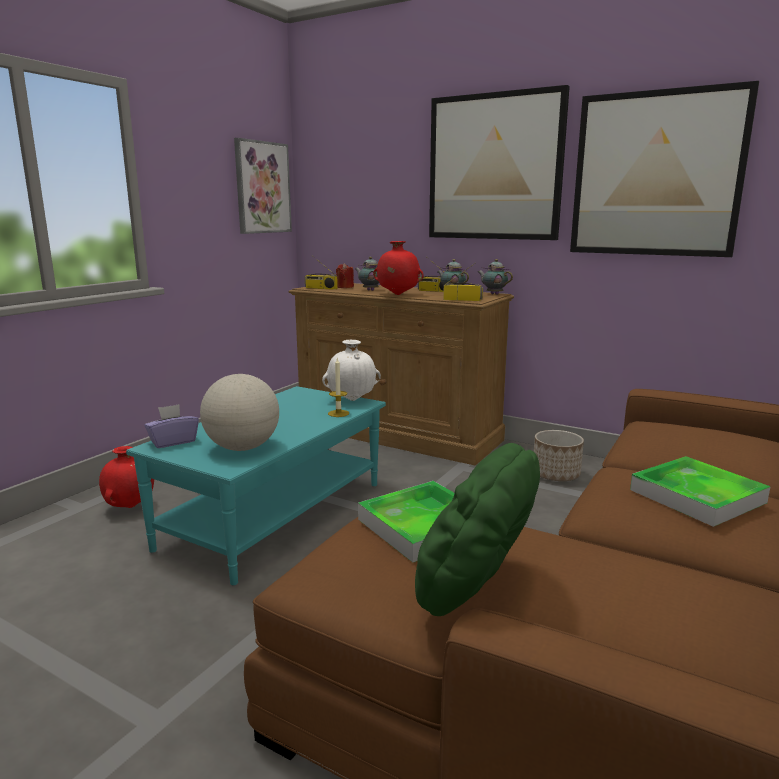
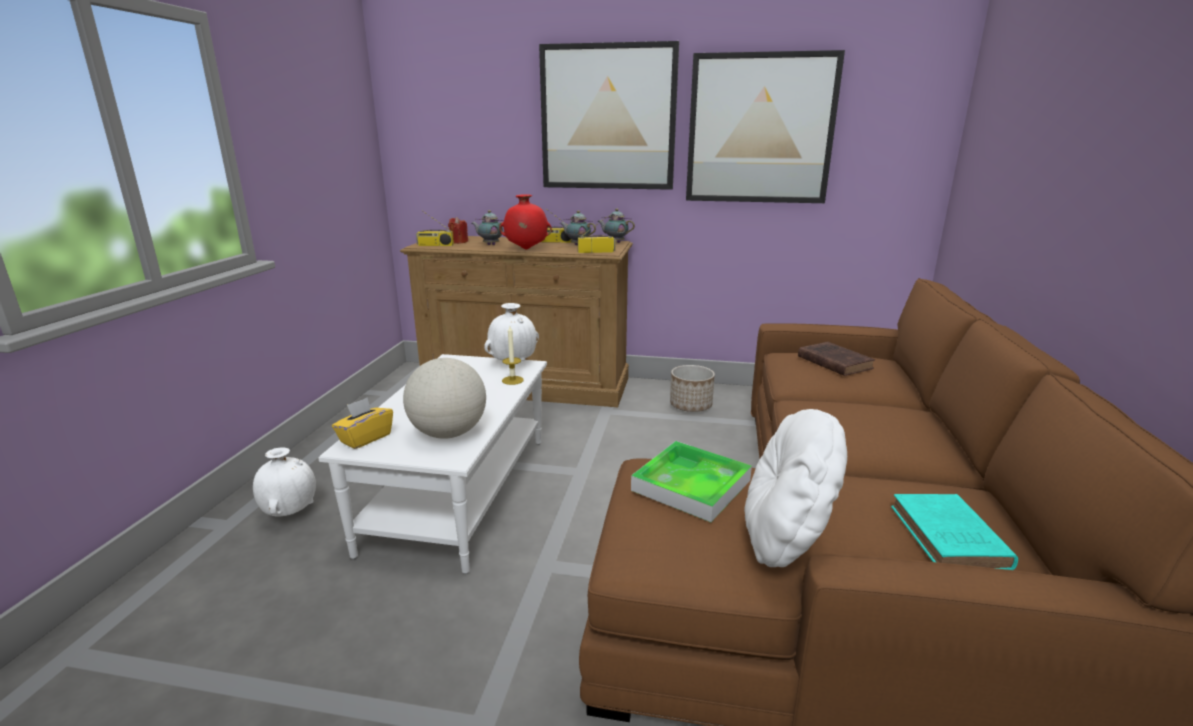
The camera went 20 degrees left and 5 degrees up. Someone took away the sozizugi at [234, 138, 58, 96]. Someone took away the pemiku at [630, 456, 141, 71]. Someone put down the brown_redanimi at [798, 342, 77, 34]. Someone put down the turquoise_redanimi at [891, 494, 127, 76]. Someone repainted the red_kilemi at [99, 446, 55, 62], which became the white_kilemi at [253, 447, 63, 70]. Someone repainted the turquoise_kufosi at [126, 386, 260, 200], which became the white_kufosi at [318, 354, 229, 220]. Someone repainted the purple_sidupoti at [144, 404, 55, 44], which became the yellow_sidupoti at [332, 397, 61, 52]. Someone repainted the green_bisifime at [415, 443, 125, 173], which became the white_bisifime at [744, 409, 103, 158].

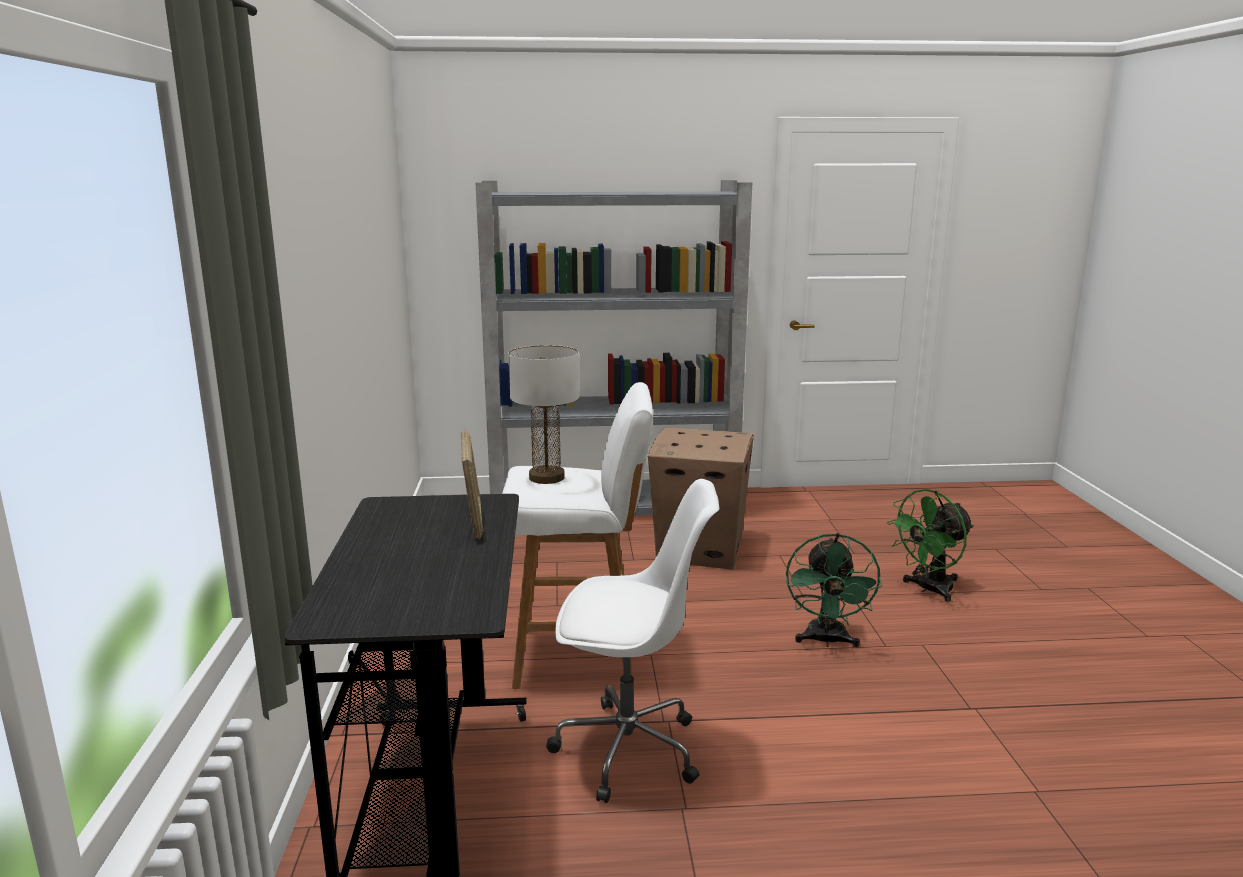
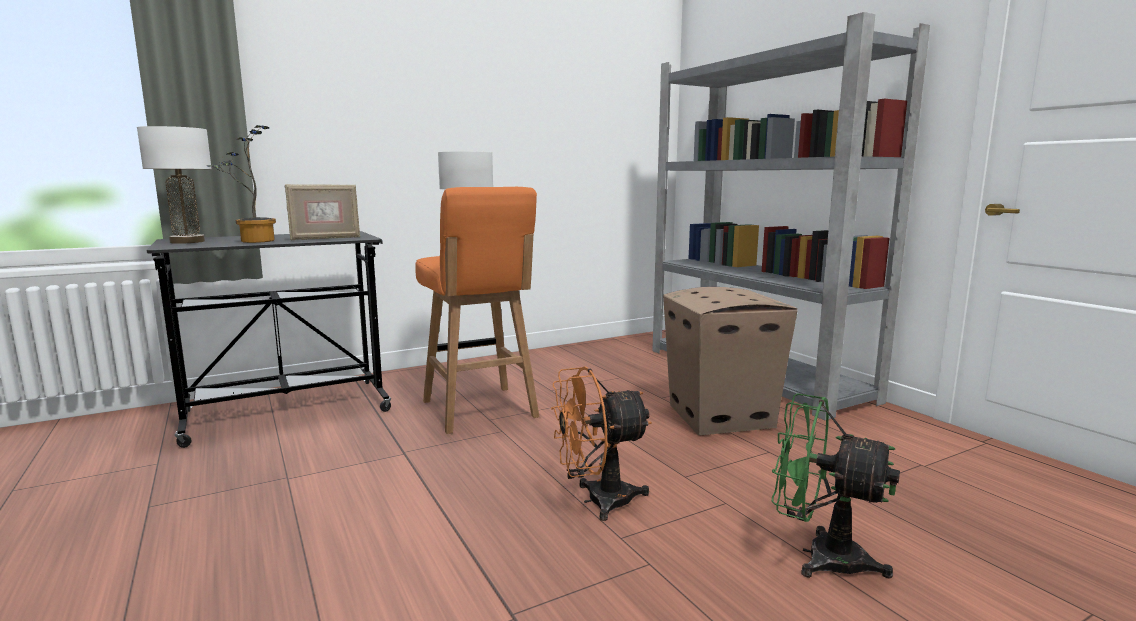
The camera went 65 degrees right and 5 degrees down. Someone took away the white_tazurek at [546, 479, 173, 324]. Someone put down the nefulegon at [137, 126, 75, 118]. Someone put down the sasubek at [207, 125, 69, 118]. Someone repainted the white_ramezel at [502, 382, 151, 307], which became the orange_ramezel at [415, 187, 125, 247]. Someone repainted the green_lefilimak at [786, 533, 96, 114], which became the orange_lefilimak at [551, 366, 101, 155].

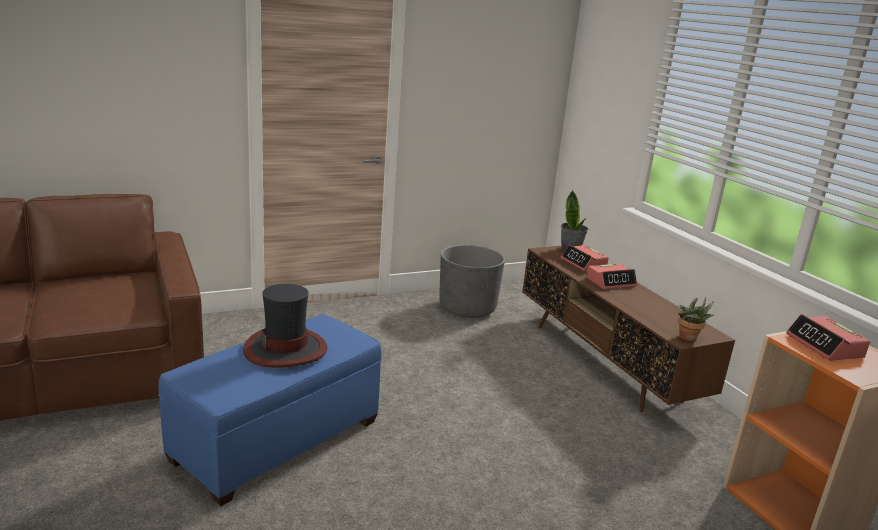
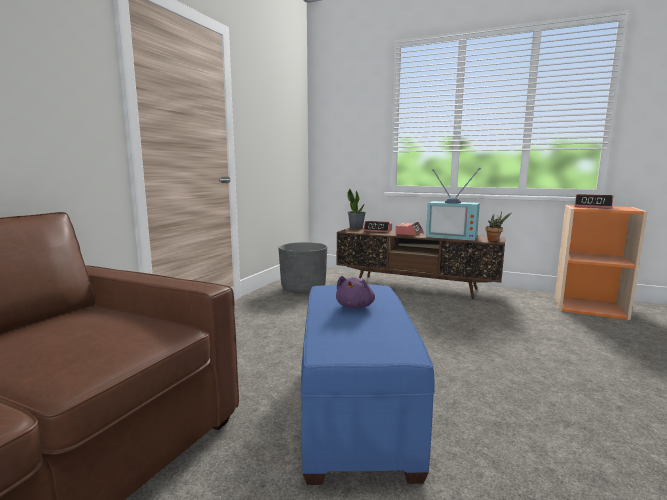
The camera went 40 degrees left and 10 degrees down. Someone put down the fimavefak at [426, 167, 55, 74]. Someone swapped the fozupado at [243, 284, 84, 84] for the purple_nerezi at [336, 276, 39, 33].

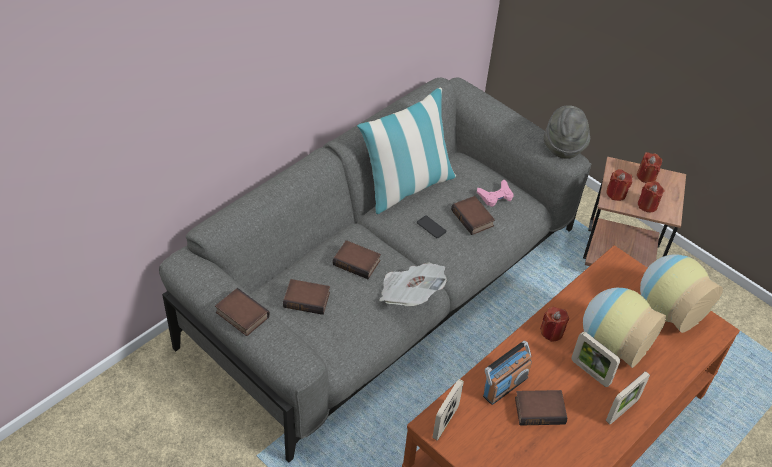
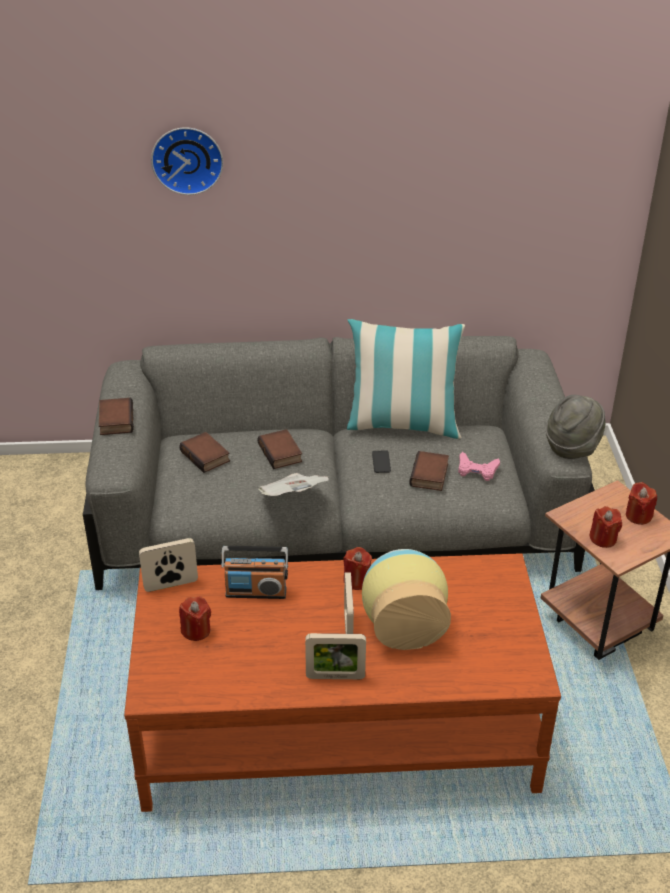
The camera went 45 degrees right and 10 degrees down. Someone took away the redanimi at [515, 390, 52, 36]. Someone took away the kilemi at [640, 254, 83, 79]. Someone put up the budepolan at [151, 127, 72, 68]. Someone carried the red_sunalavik from [606, 169, 26, 32] to [179, 596, 32, 45].

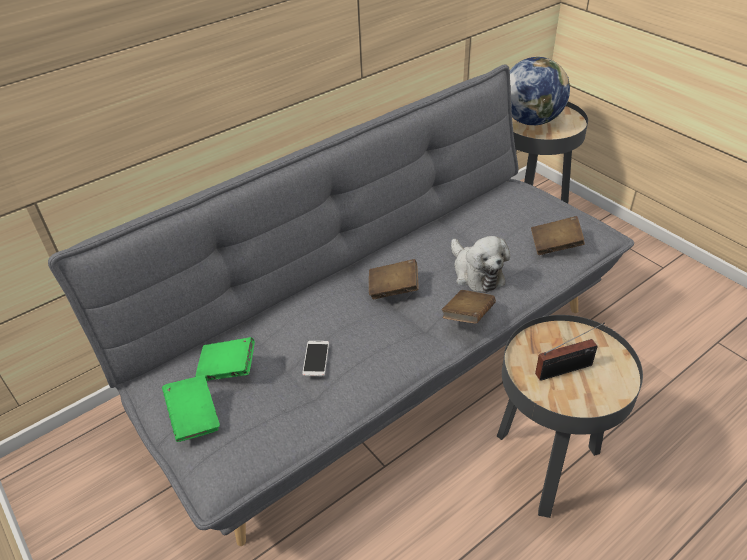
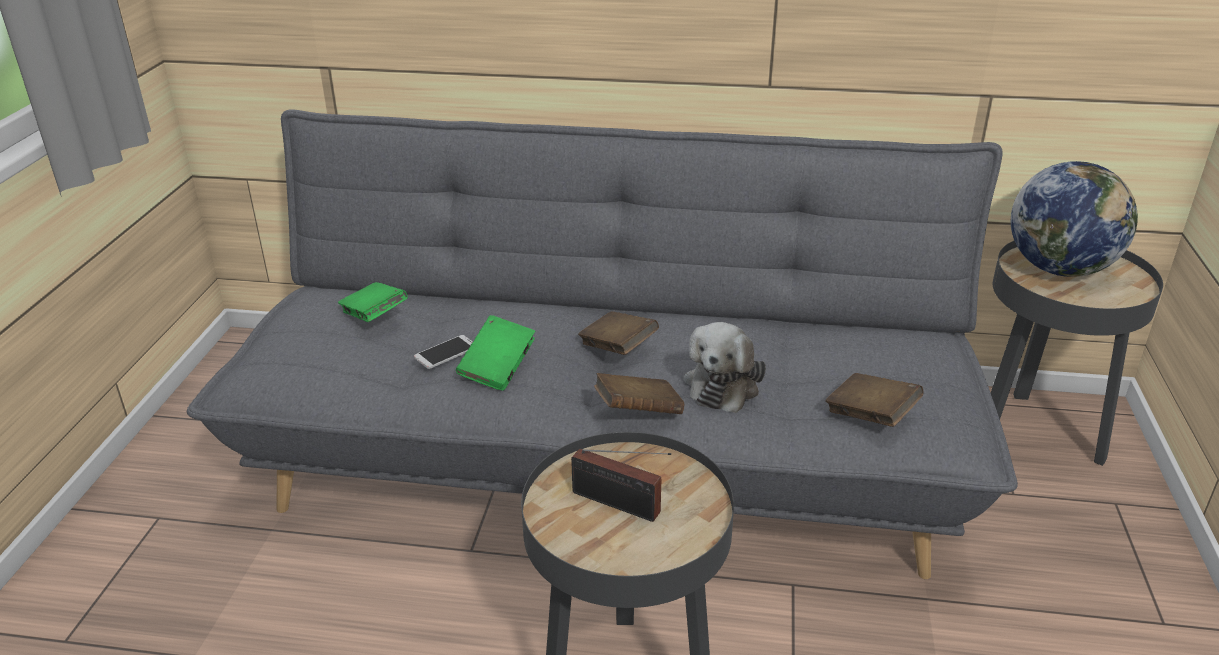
The camera went 45 degrees right and 10 degrees down. Someone carried the green_redanimi from [162, 375, 58, 67] to [456, 315, 79, 76].

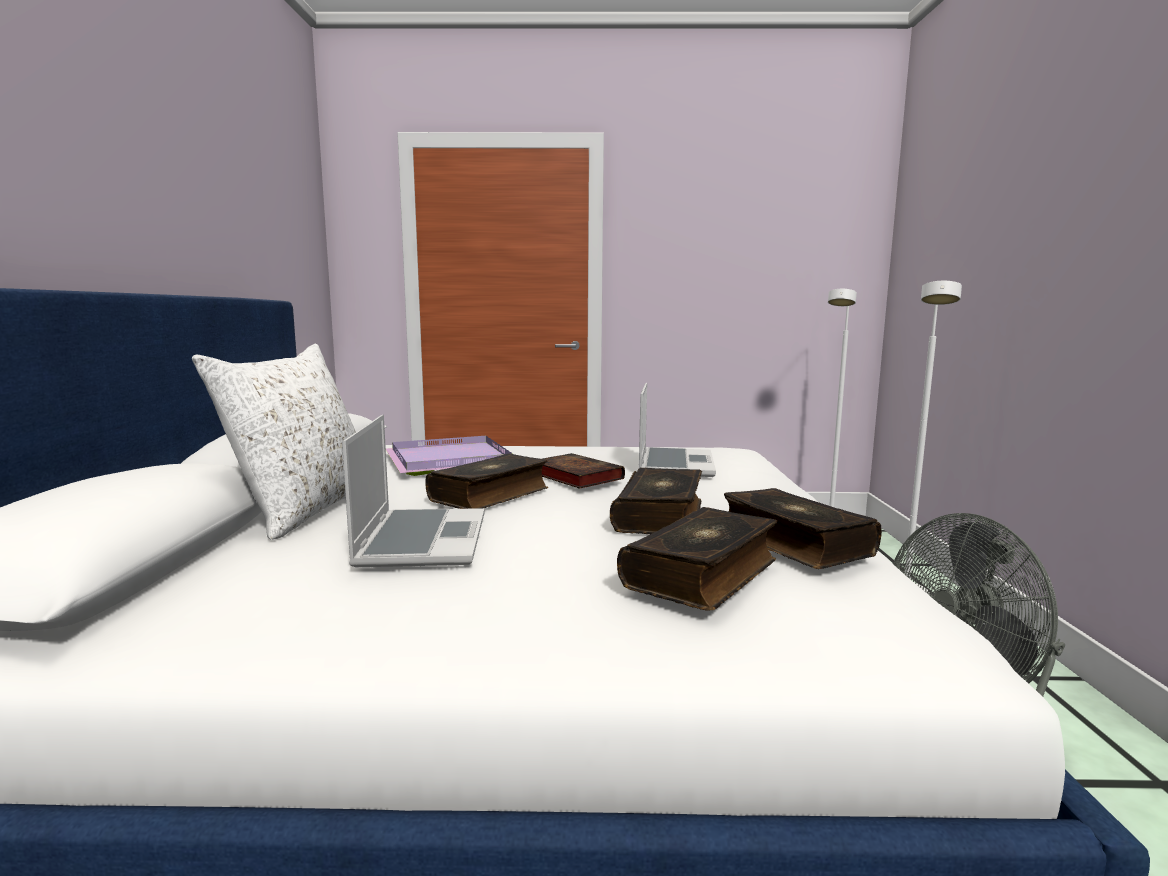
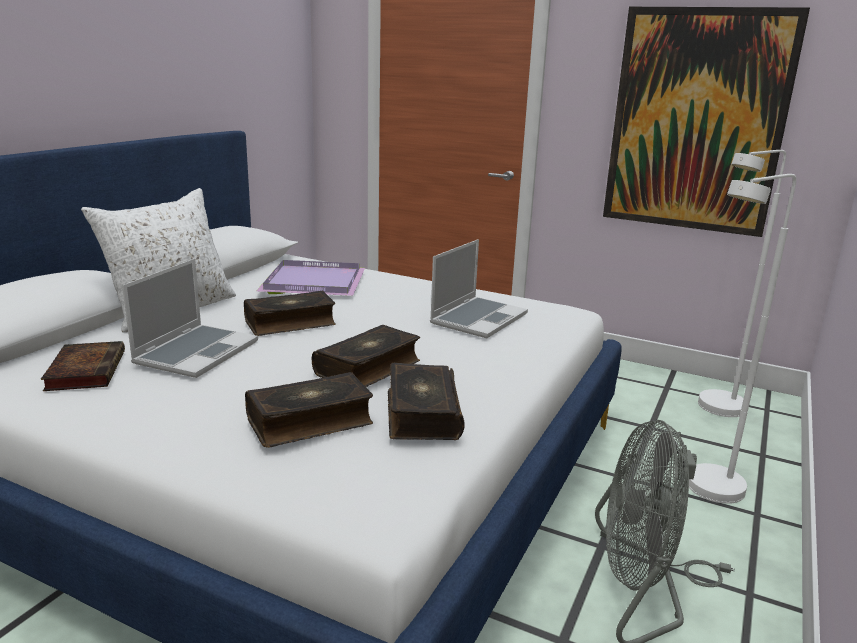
The camera went 25 degrees right and 10 degrees up. Someone put up the sozizugi at [603, 7, 207, 230]. Someone carried the redanimi from [542, 453, 83, 36] to [41, 341, 84, 50].

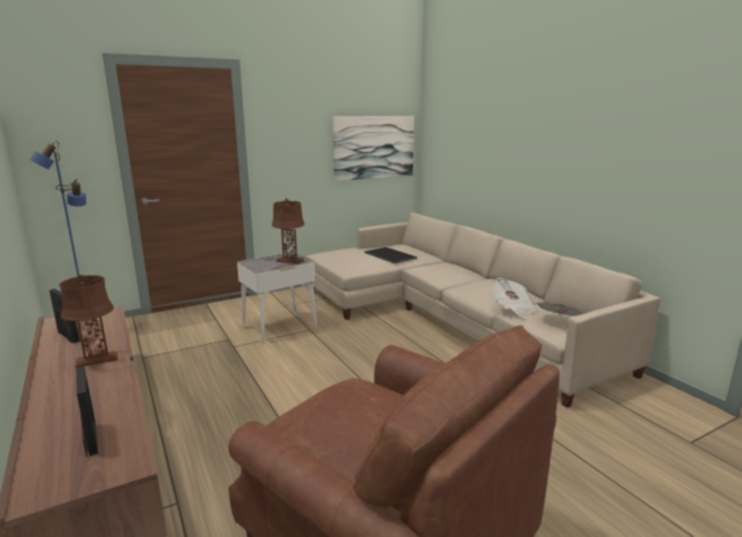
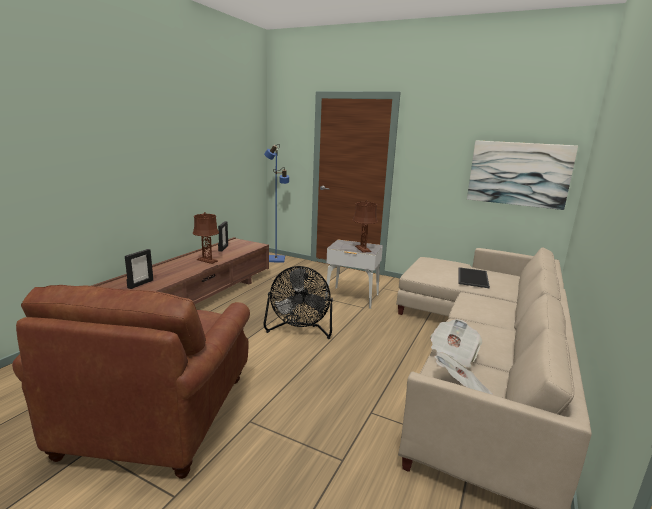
The camera went 55 degrees right and 0 degrees up. Someone put down the black_lefilimak at [264, 266, 69, 73].

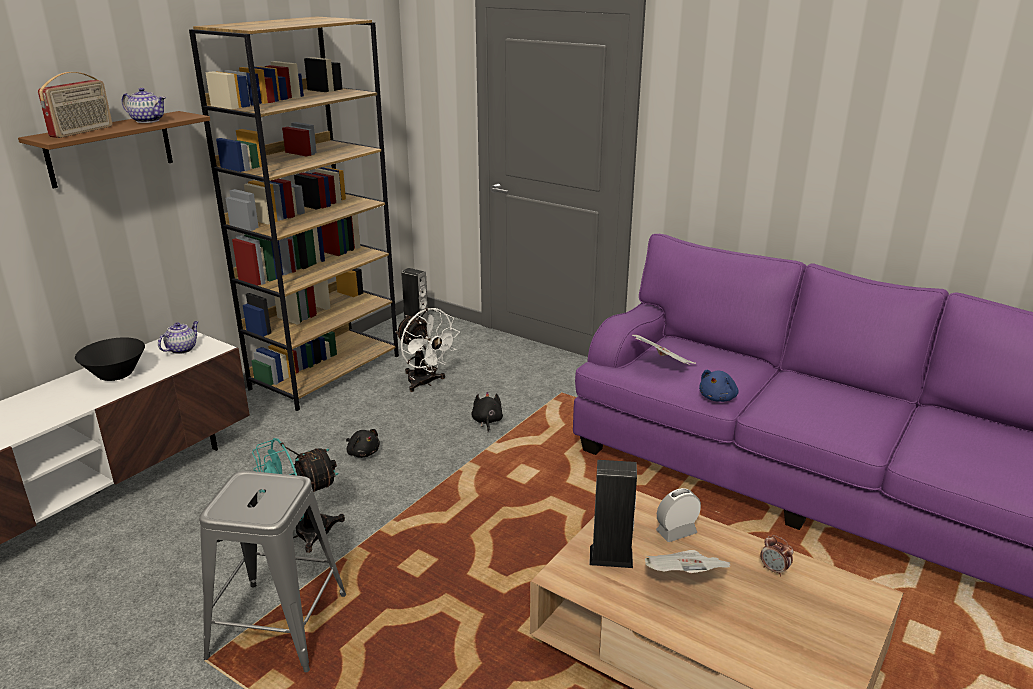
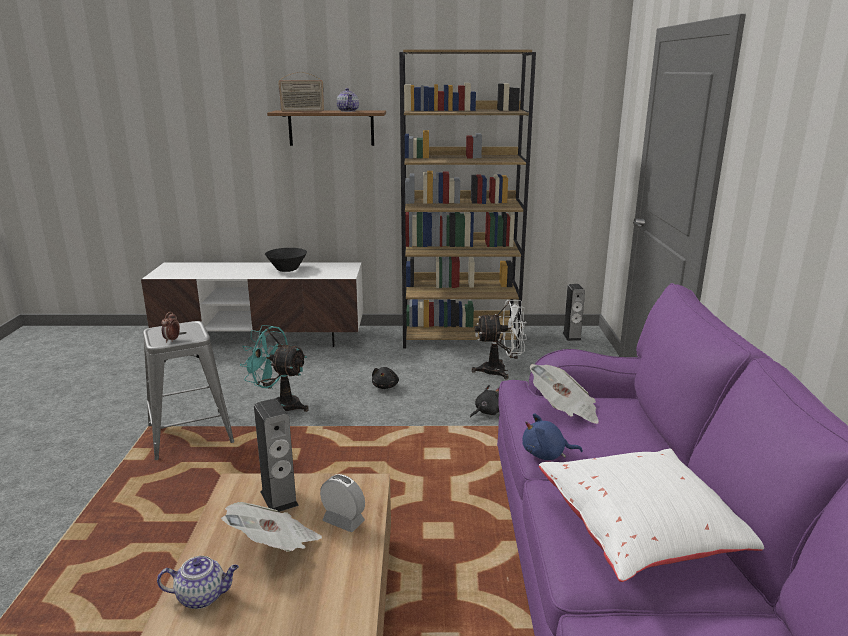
The camera went 55 degrees right and 5 degrees down. Someone put down the white_bisifime at [539, 448, 225, 134]. Someone carried the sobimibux from [158, 321, 41, 33] to [157, 556, 82, 53]. Someone carried the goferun from [760, 535, 34, 41] to [161, 312, 19, 30]. Someone rotated the white_lefilimak at [396, 308, 64, 84] by 105 degrees counterclockwise.

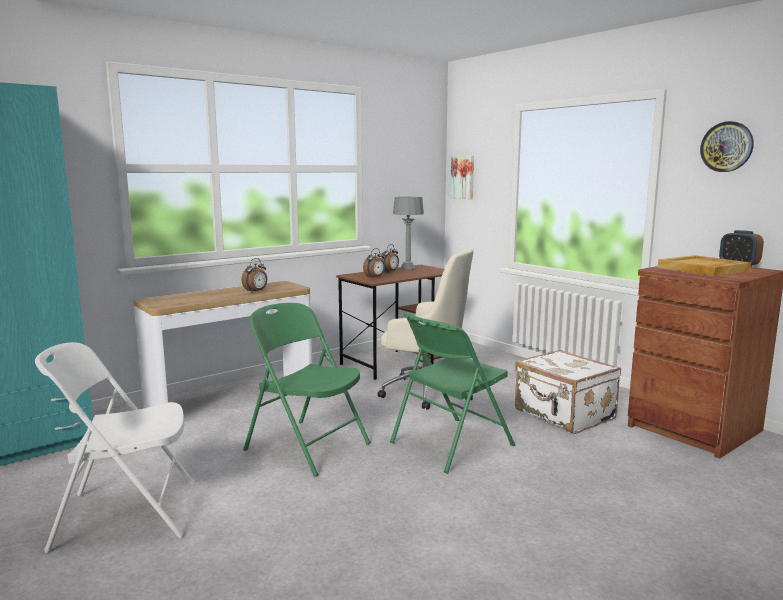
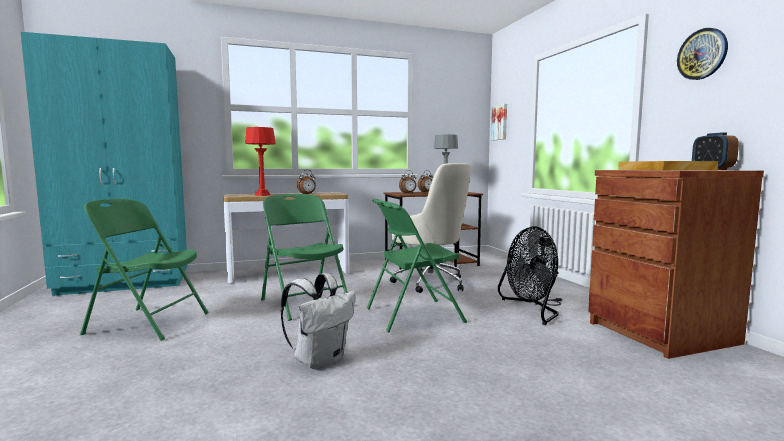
The camera went 20 degrees right and 5 degrees down. Someone put down the red_nefulegon at [245, 127, 31, 69]. Someone put down the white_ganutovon at [281, 273, 75, 96]. Someone swapped the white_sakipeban at [515, 350, 106, 84] for the black_lefilimak at [498, 226, 65, 99]. Someone repainted the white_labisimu at [35, 342, 160, 211], which became the green_labisimu at [80, 199, 129, 142].

